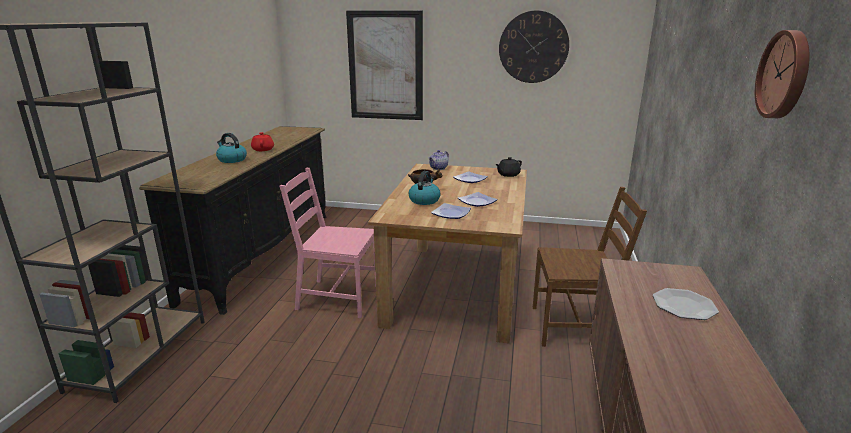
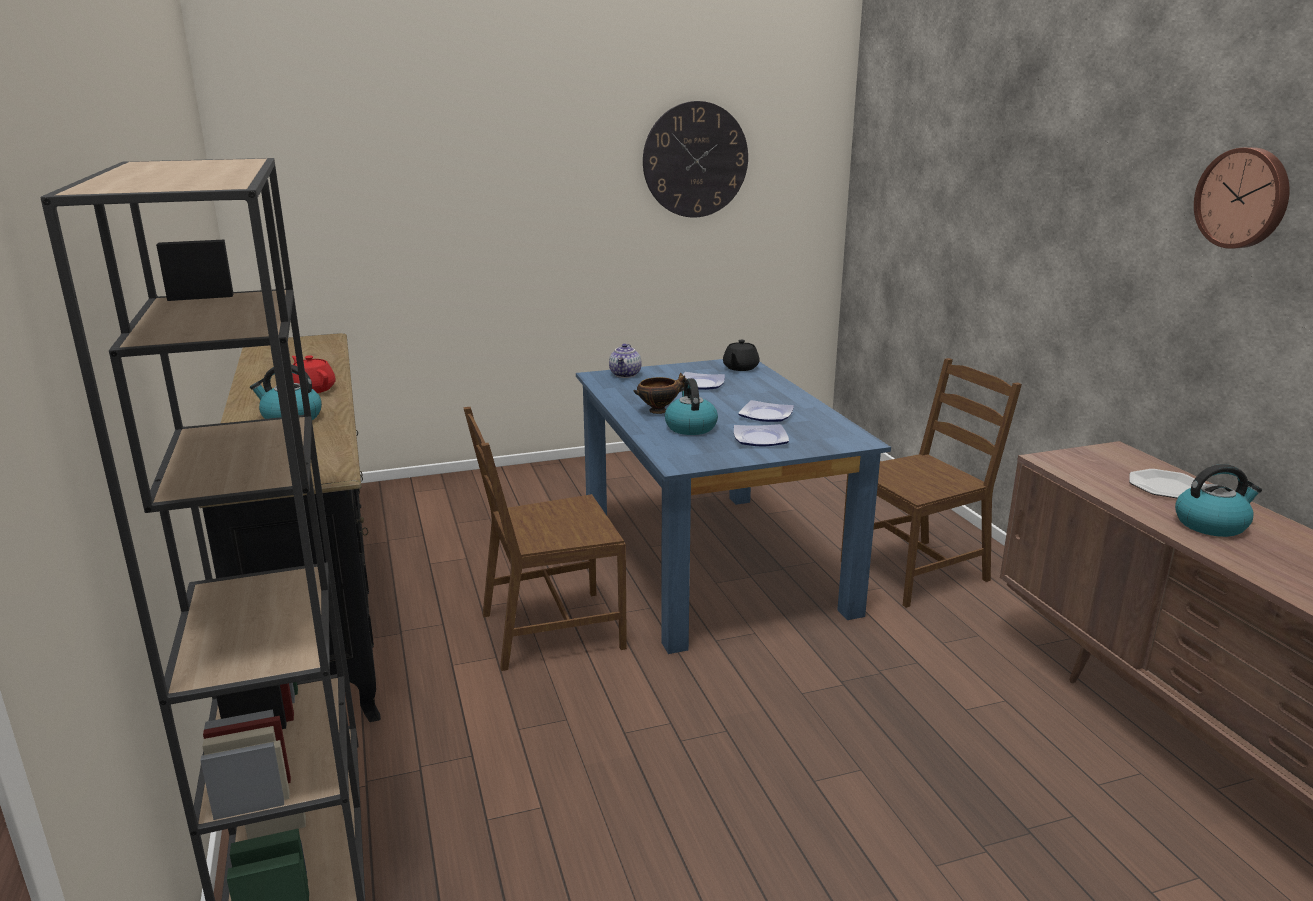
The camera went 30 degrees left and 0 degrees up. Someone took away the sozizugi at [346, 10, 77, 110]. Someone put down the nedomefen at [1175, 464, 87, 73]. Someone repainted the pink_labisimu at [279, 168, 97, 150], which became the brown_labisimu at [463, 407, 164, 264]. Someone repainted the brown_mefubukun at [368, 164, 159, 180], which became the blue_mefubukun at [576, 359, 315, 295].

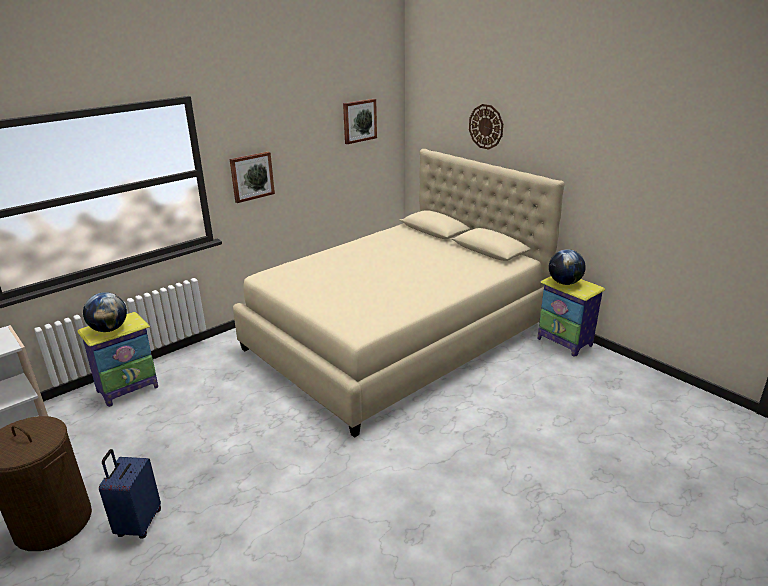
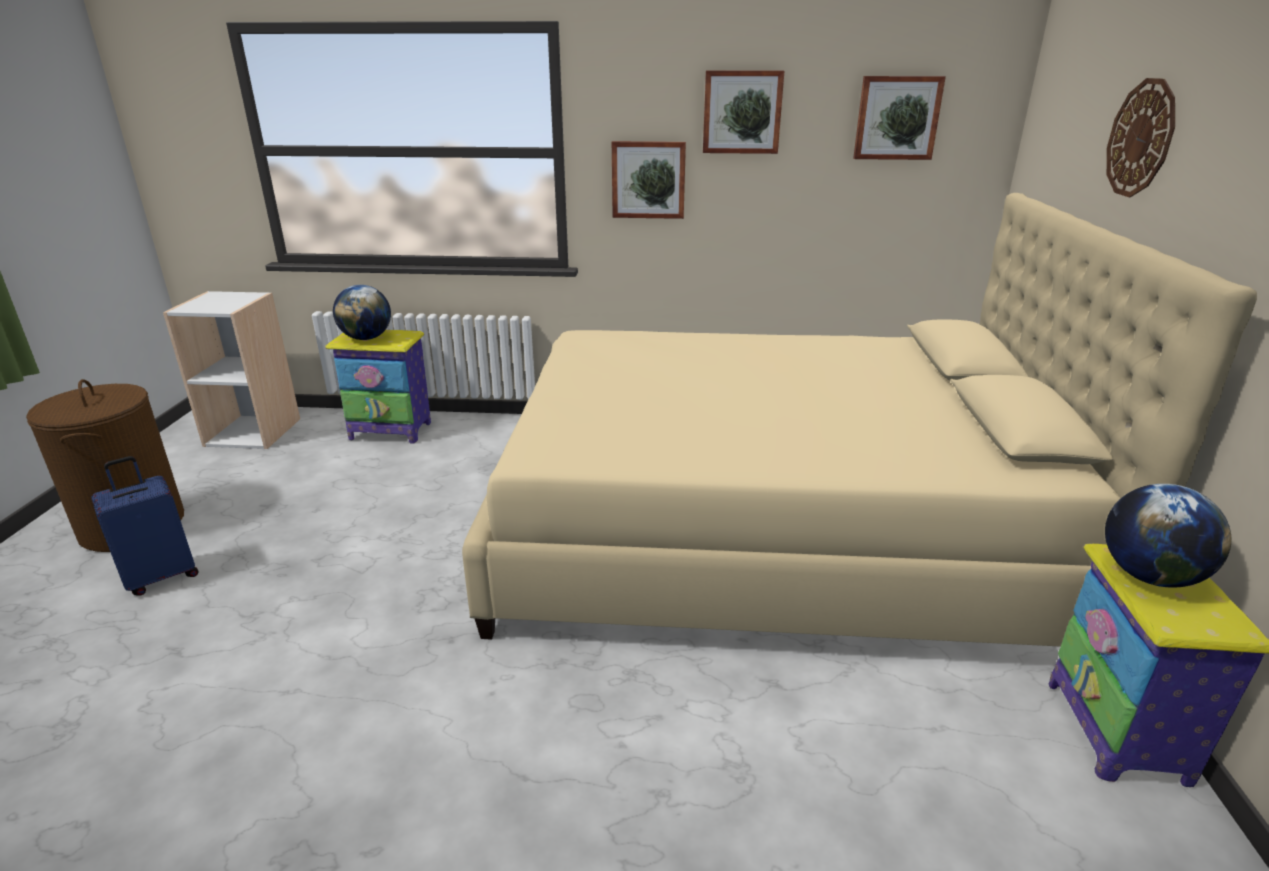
The camera went 45 degrees right and 0 degrees up. Someone put up the sozizugi at [703, 71, 81, 83].

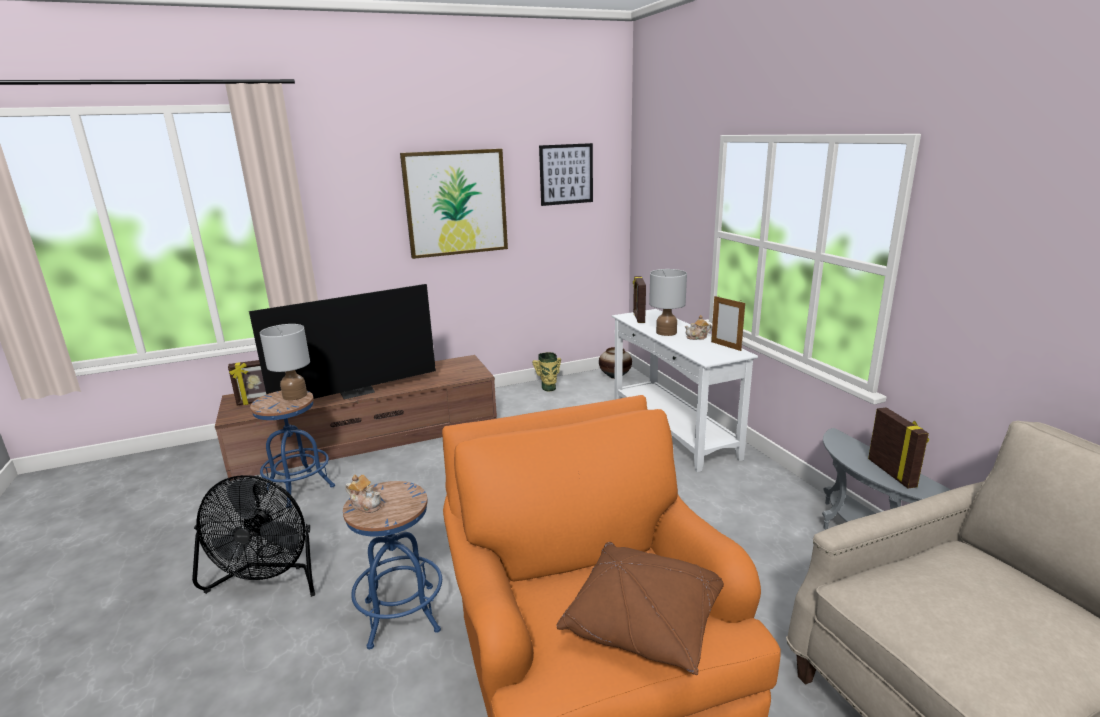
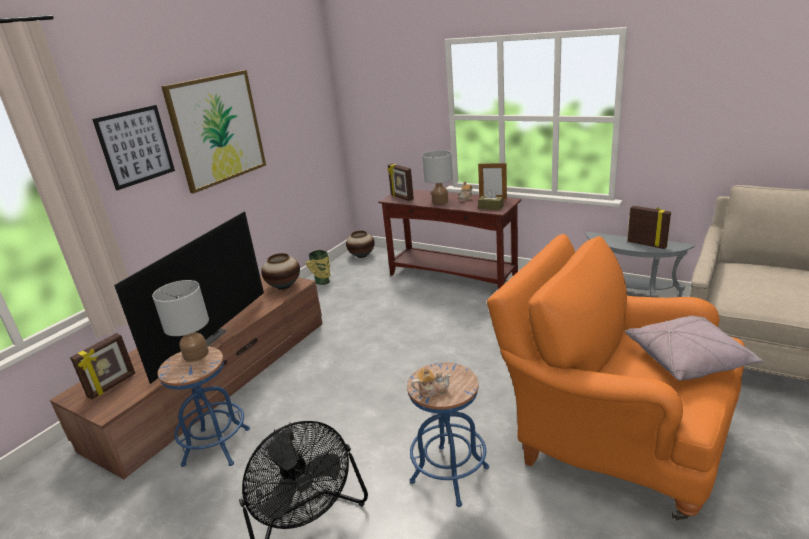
The camera went 35 degrees left and 5 degrees up. Someone put down the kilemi at [261, 253, 39, 37]. Someone put down the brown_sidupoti at [478, 189, 25, 21]. Someone carried the sozizugi from [539, 143, 54, 63] to [92, 105, 83, 85]. Someone repainted the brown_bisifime at [556, 542, 168, 133], which became the purple_bisifime at [625, 316, 139, 65]. Someone repainted the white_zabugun at [612, 309, 146, 163], which became the brown_zabugun at [378, 189, 143, 100].

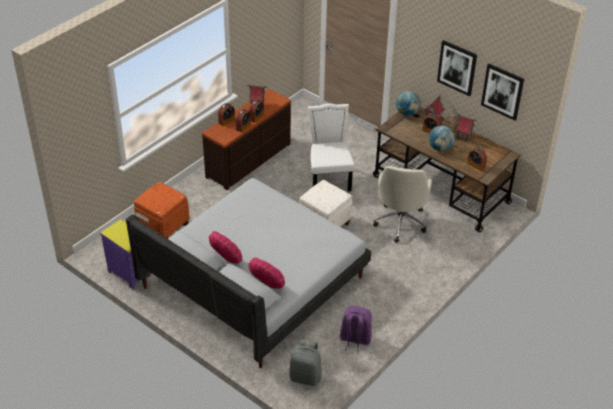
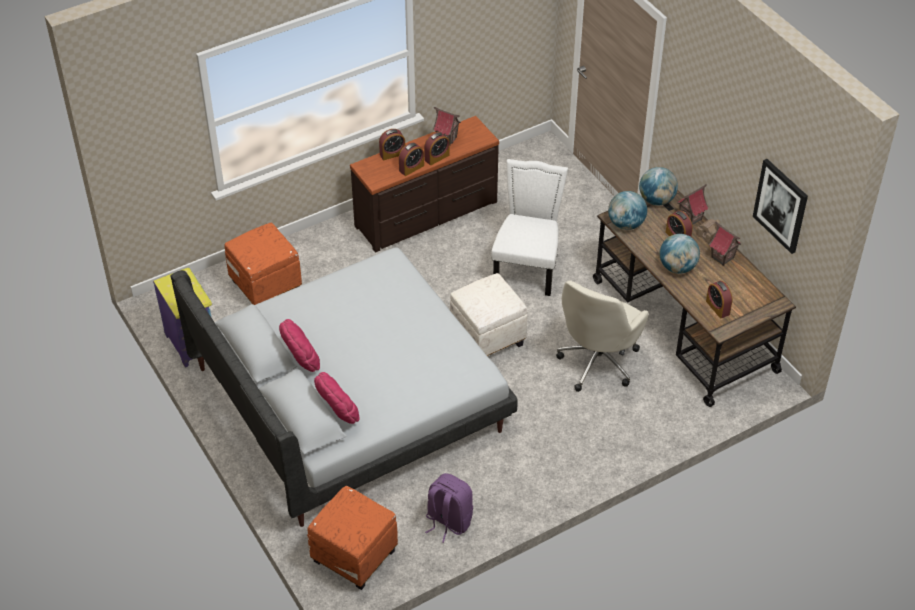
The camera went 20 degrees right and 5 degrees up. Someone took away the sozizugi at [437, 40, 40, 56]. Someone put down the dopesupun at [608, 191, 39, 39]. Someone swapped the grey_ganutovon at [289, 339, 33, 47] for the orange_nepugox at [307, 486, 91, 104].

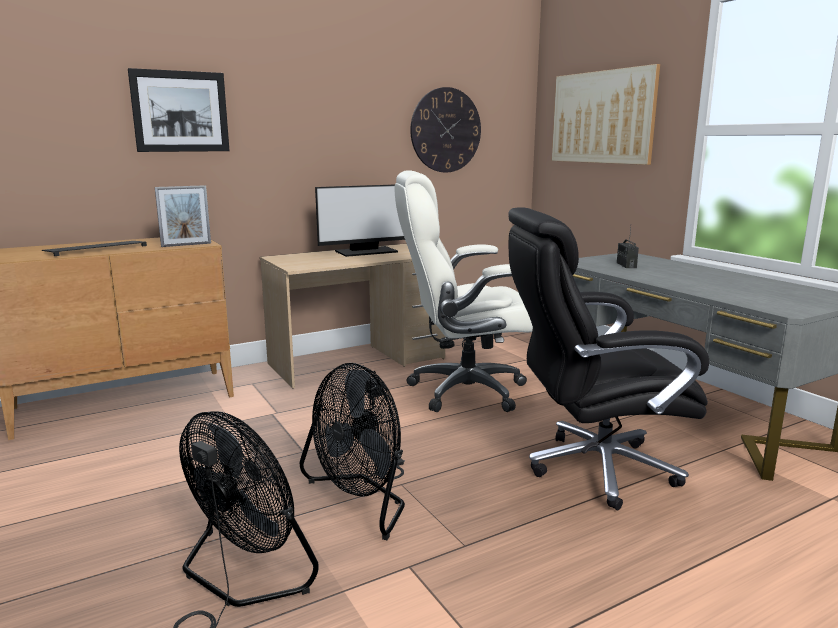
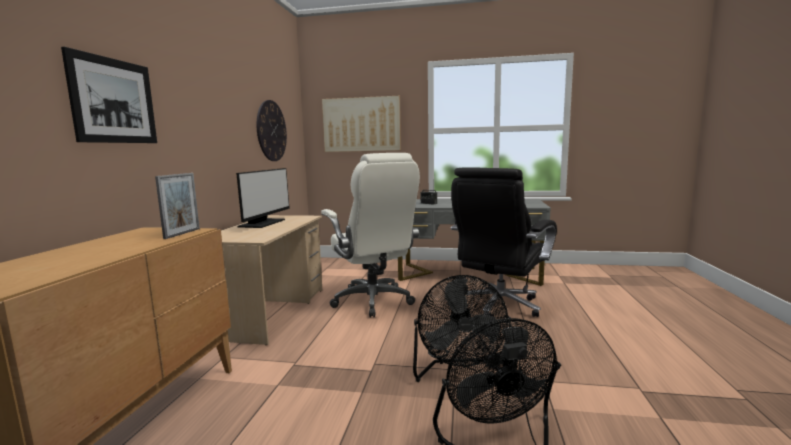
The camera went 50 degrees left and 5 degrees down. Someone took away the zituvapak at [42, 241, 105, 15]. Someone rotated the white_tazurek at [395, 170, 138, 242] by 60 degrees counterclockwise.

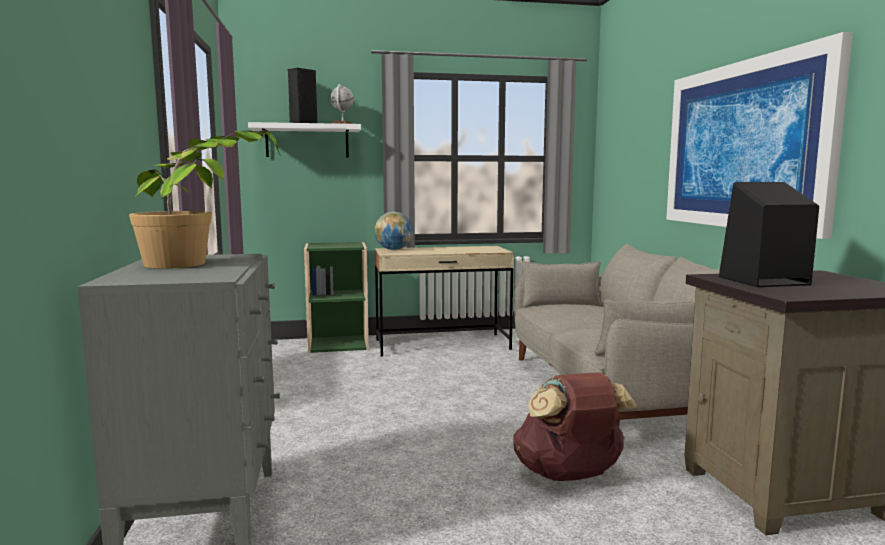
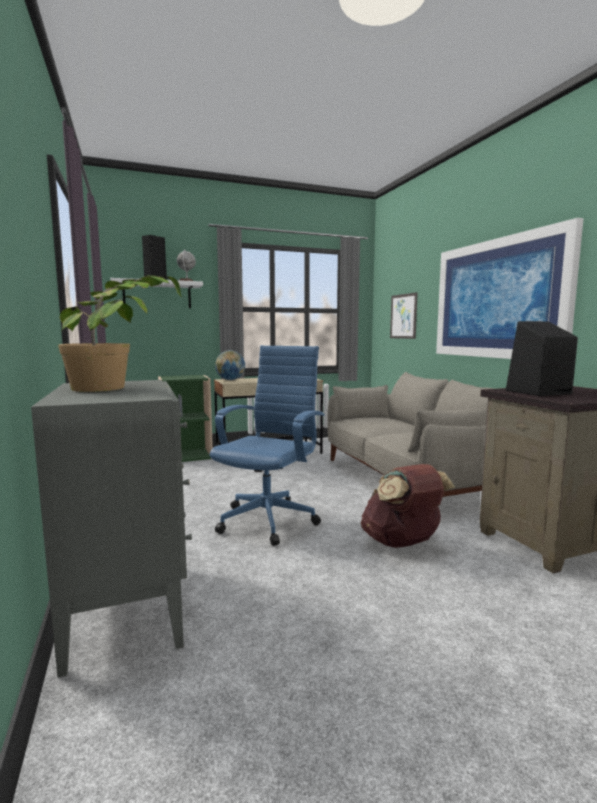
The camera went 10 degrees left and 0 degrees up. Someone put down the blue_tazurek at [210, 345, 114, 201]. Someone put up the sozizugi at [390, 292, 28, 47].

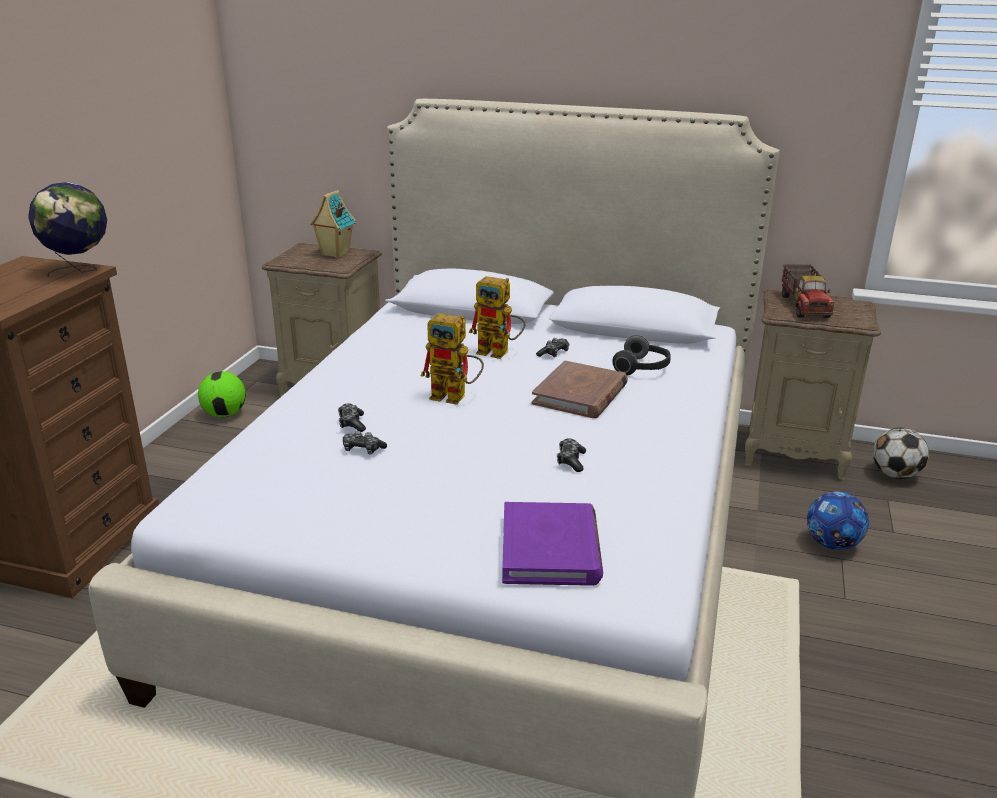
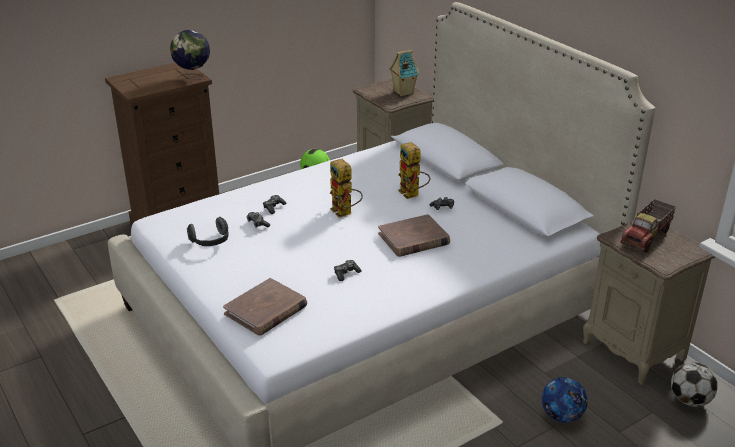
The camera went 40 degrees right and 5 degrees up. Someone carried the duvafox from [612, 335, 59, 40] to [187, 217, 42, 29]. Someone repainted the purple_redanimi at [502, 502, 101, 84], which became the brown_redanimi at [223, 278, 84, 58].

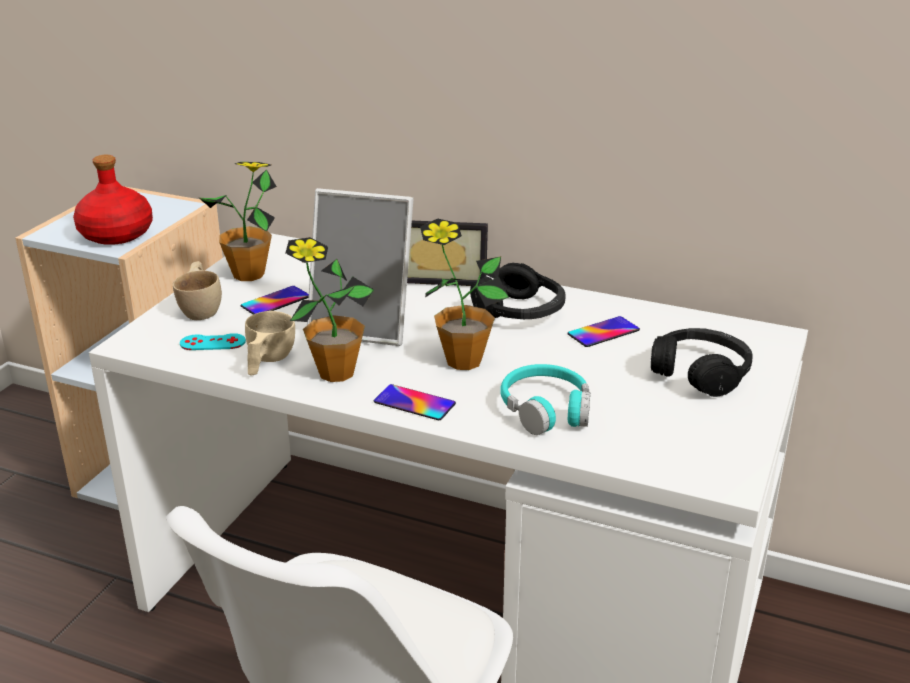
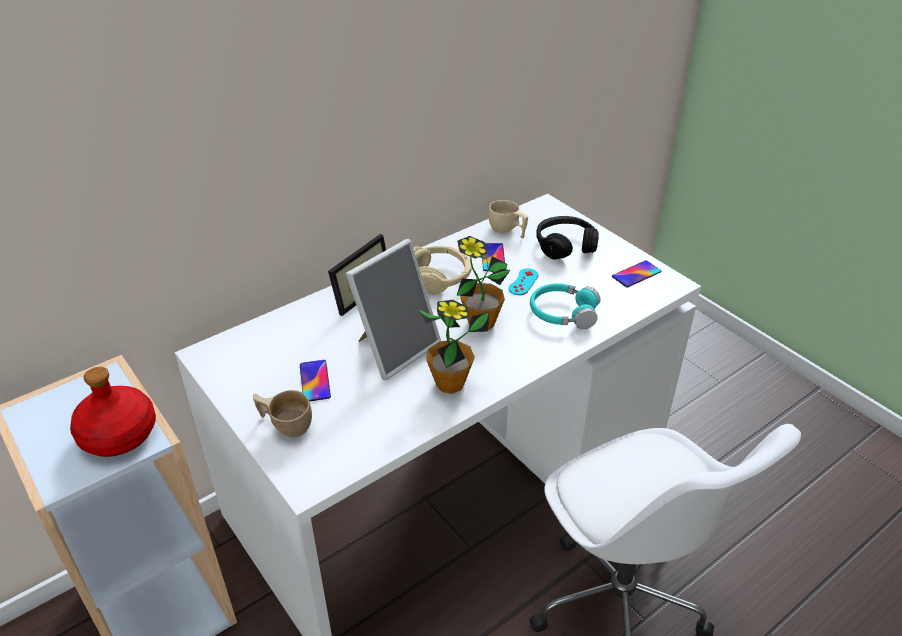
The camera went 60 degrees left and 10 degrees up. Someone took away the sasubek at [199, 162, 78, 119]. Someone carried the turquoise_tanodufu from [180, 333, 66, 17] to [509, 268, 30, 27]. Someone carried the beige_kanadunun from [245, 311, 50, 65] to [488, 200, 40, 38]. Someone carried the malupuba from [374, 384, 82, 36] to [612, 260, 49, 27]. Someone repainted the black_duvafox at [470, 263, 96, 56], which became the beige_duvafox at [413, 246, 59, 49].

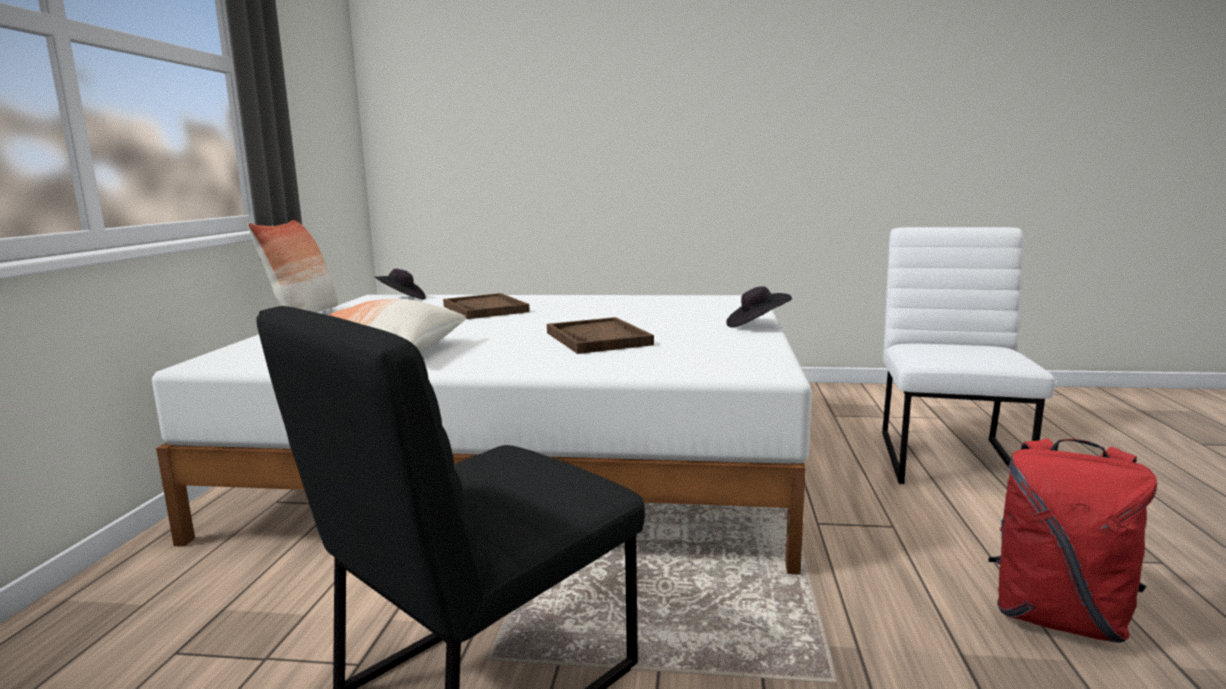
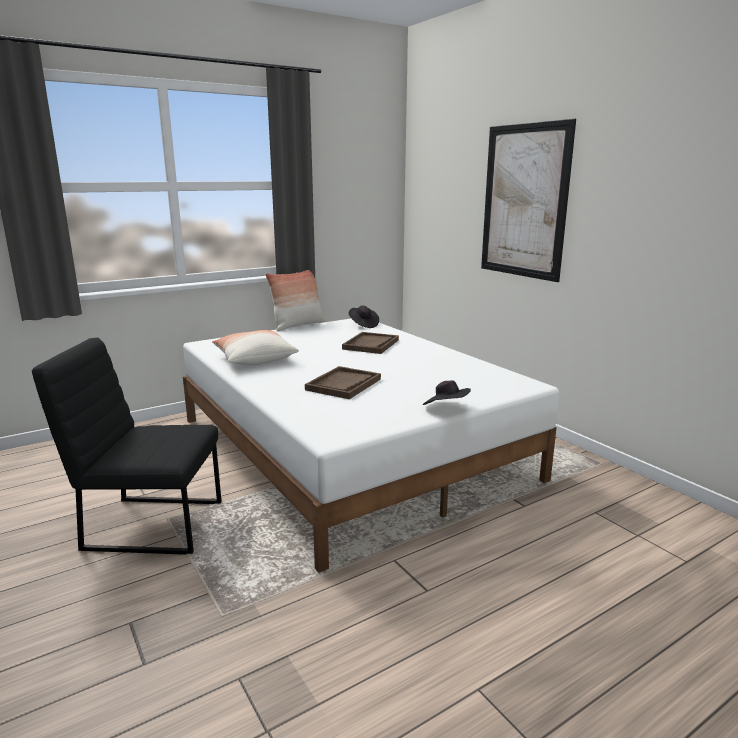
The camera went 50 degrees right and 5 degrees up. Someone took away the white_labisimu at [882, 227, 173, 257]. Someone took away the red_ganutovon at [988, 438, 169, 205]. Someone put up the sozizugi at [481, 119, 95, 163].

